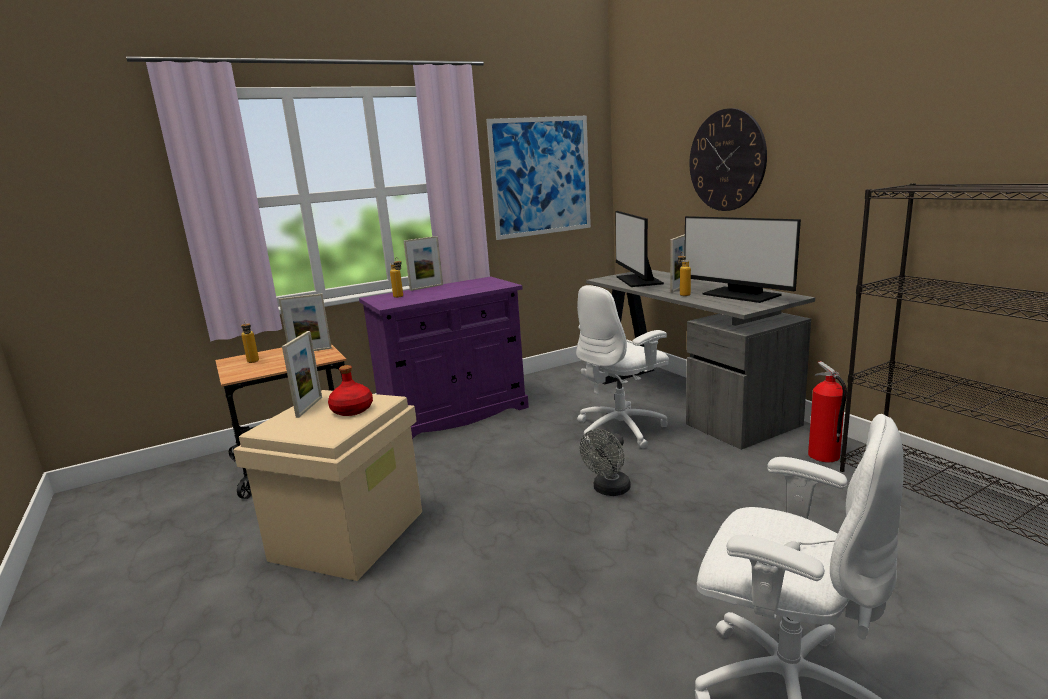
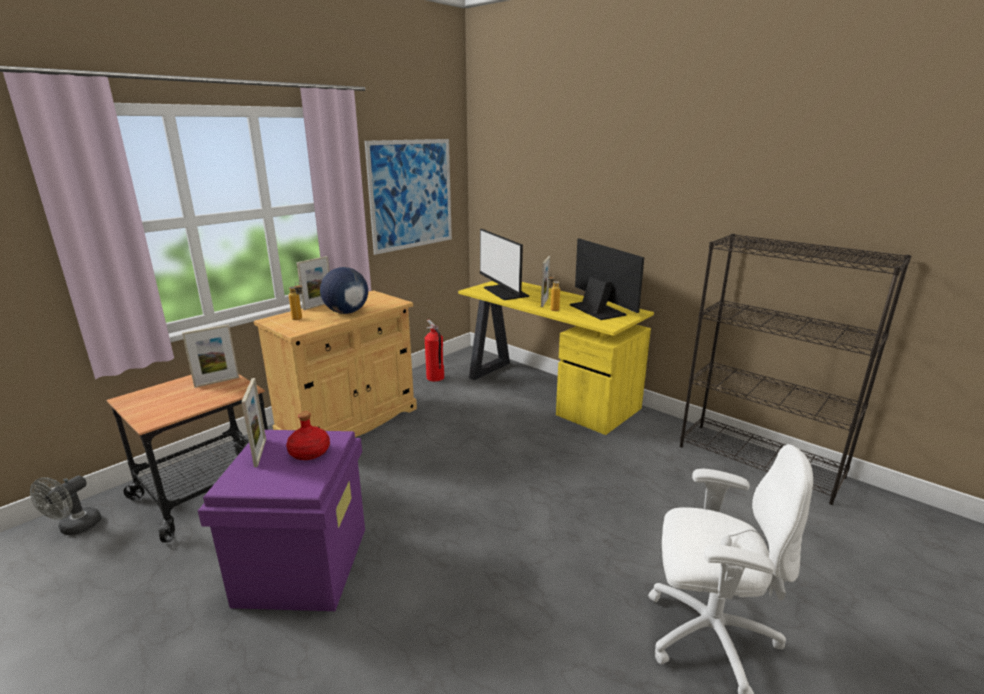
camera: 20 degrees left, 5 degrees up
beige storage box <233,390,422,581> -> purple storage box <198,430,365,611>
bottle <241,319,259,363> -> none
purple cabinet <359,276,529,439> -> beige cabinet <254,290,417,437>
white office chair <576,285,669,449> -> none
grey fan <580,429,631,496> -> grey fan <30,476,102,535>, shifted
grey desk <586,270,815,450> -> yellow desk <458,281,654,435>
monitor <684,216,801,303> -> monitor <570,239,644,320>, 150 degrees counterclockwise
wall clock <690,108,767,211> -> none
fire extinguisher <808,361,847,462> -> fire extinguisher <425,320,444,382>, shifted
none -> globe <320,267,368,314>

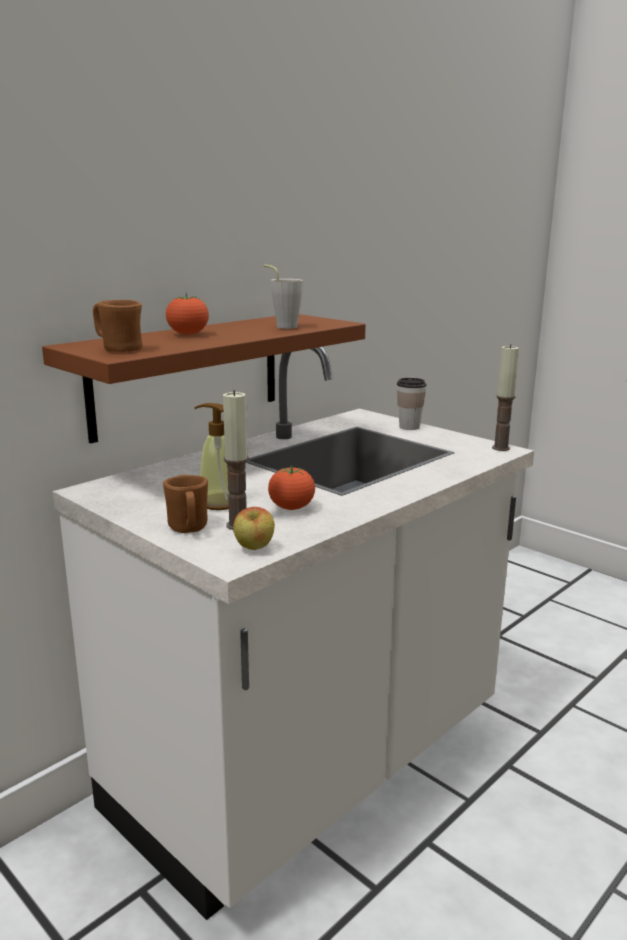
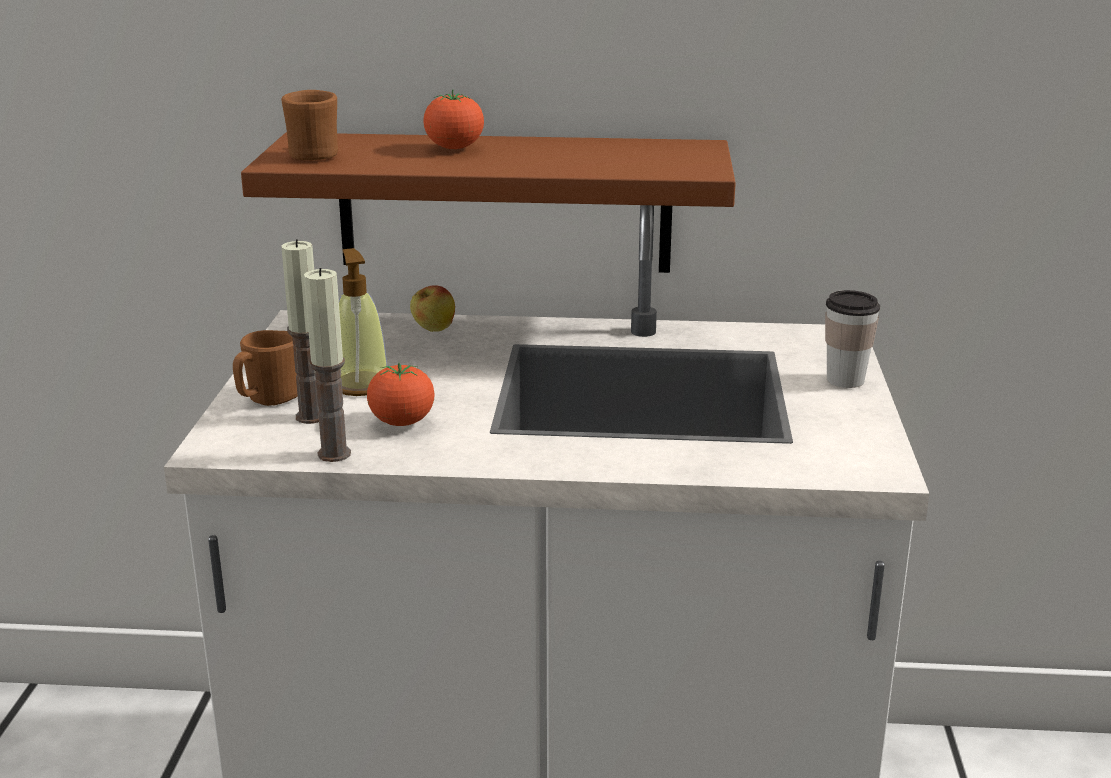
camera: 50 degrees right, 5 degrees up
apple <233,507,275,550> -> apple <410,285,455,332>, shifted
grey cup <264,265,304,329> -> none
candle <492,344,519,451> -> candle <304,268,351,462>, shifted

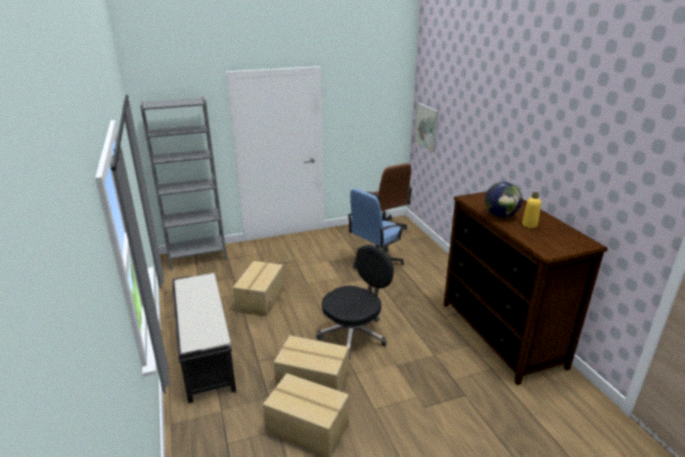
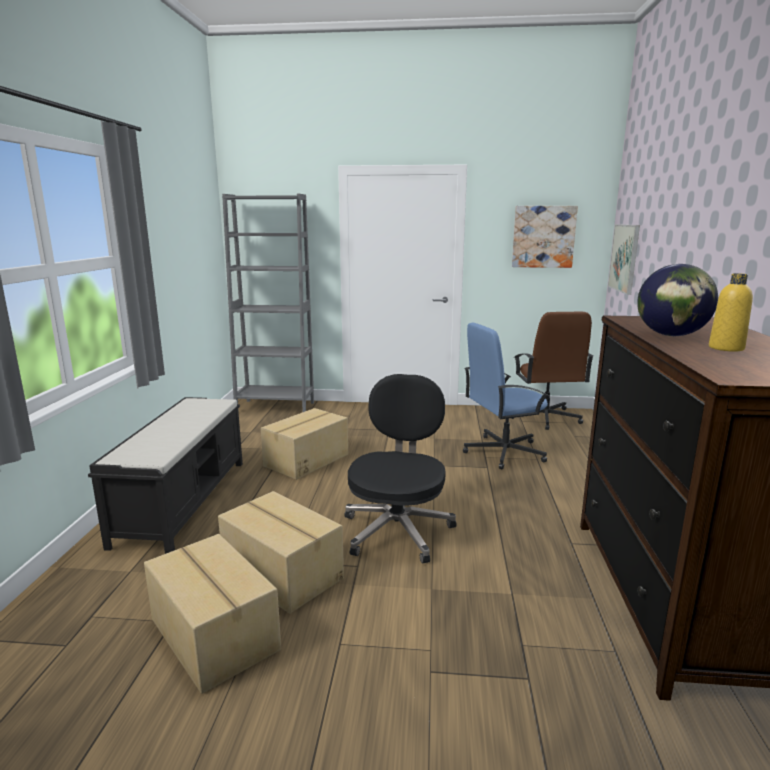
camera: 25 degrees right, 10 degrees down
black office chair <316,245,394,359> -> black office chair <345,374,457,564>, 60 degrees counterclockwise
none -> picture <512,206,578,268>

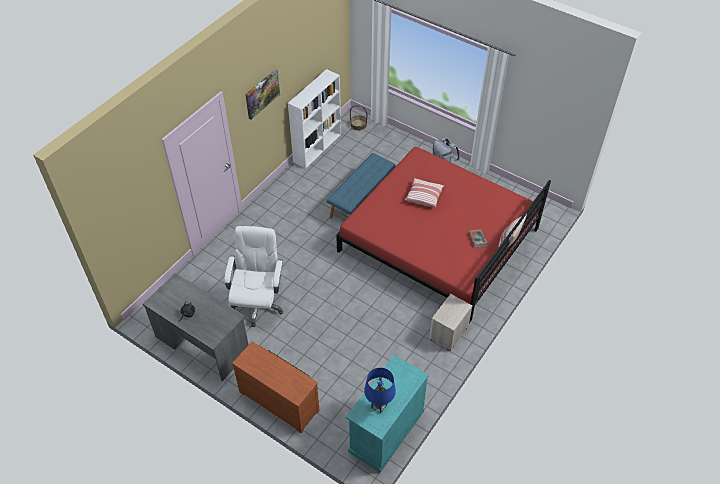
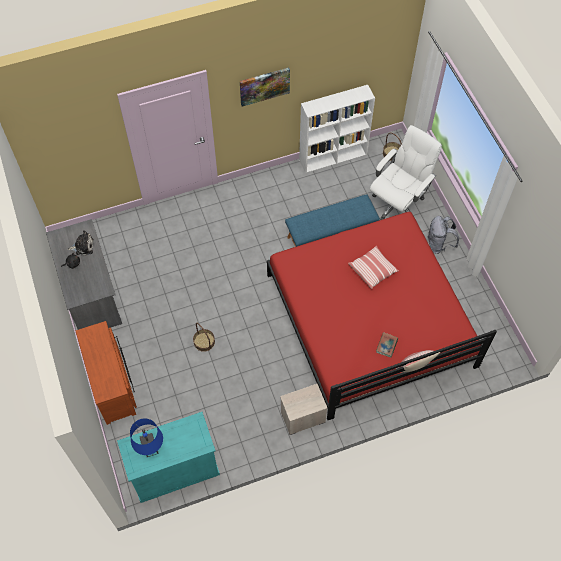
camera: 35 degrees right, 10 degrees up
white office chair <224,226,283,327> -> white office chair <370,125,442,220>, shifted
none -> plush toy <68,230,94,256>
none -> basket <193,323,215,352>

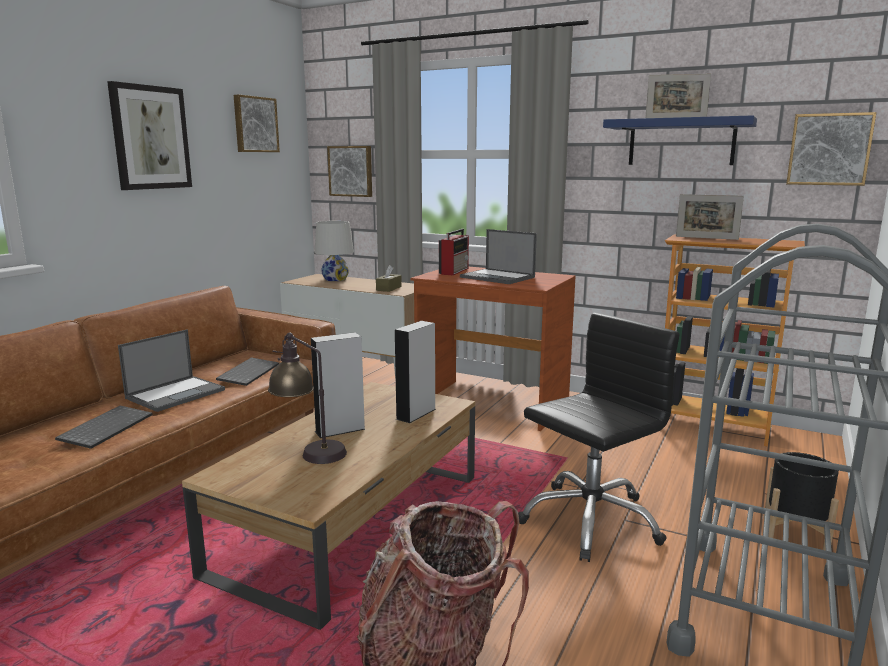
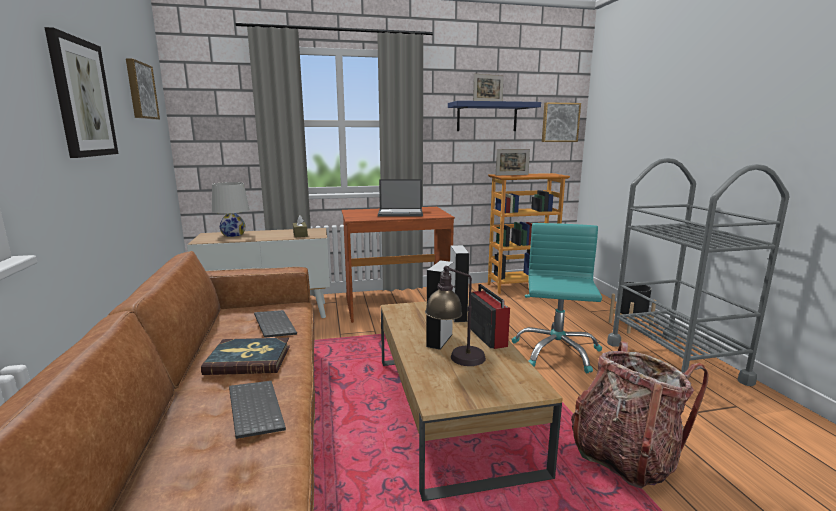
camera: 40 degrees left, 0 degrees up
laptop <118,329,225,412> -> book <201,338,290,375>
picture <327,146,372,197> -> none
radio <439,229,469,275> -> radio <470,284,510,349>, shifted
black office chair <518,312,679,562> -> turquoise office chair <512,223,602,373>

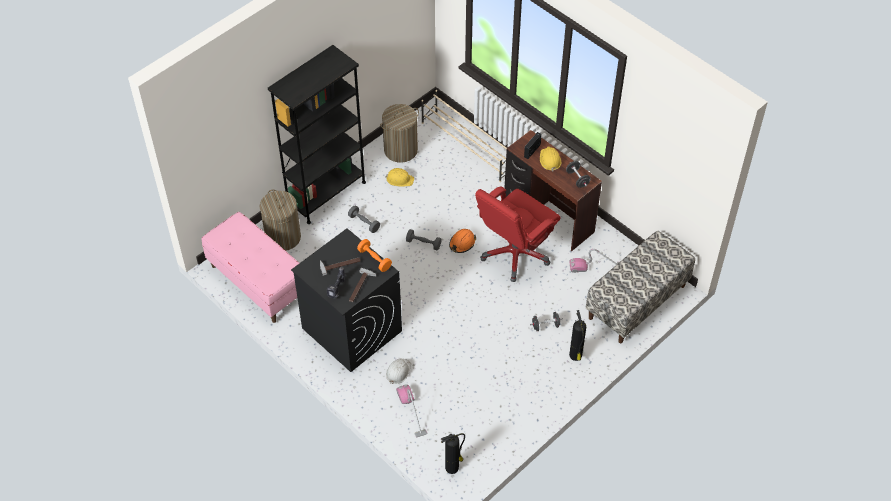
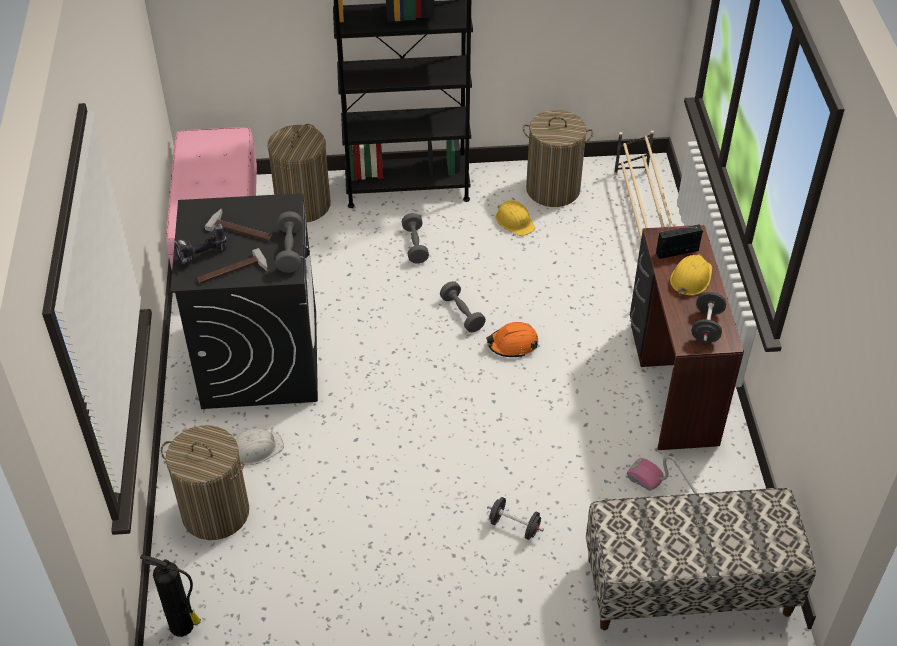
camera: 40 degrees right, 5 degrees down
orange dumbbell <357,239,392,272> -> grey dumbbell <275,211,302,273>
vacuum cleaner <396,384,427,438> -> laundry basket <161,425,249,540>
red office chair <475,186,561,282> -> none
fire extinguisher <569,310,586,361> -> none

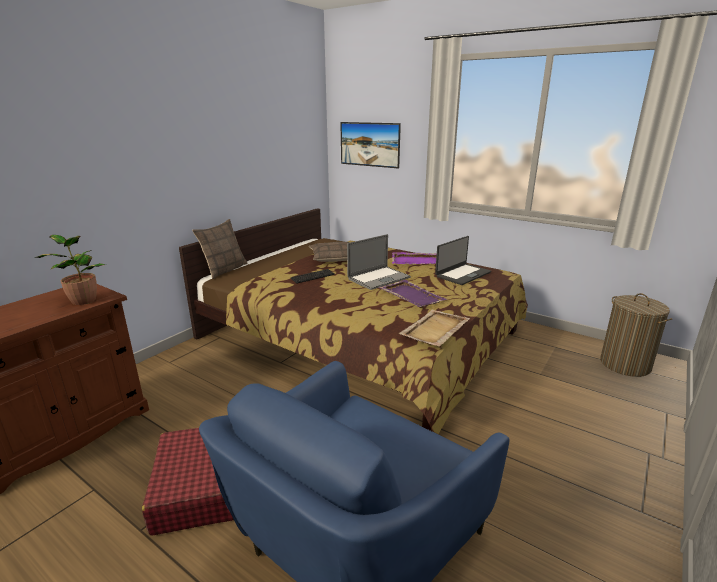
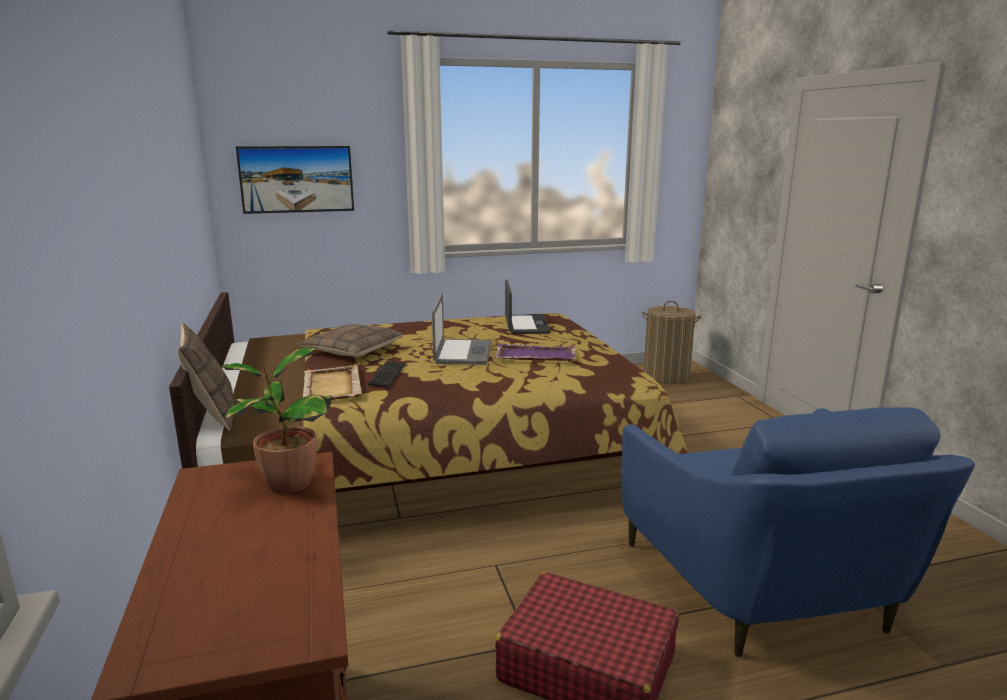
camera: 50 degrees left, 5 degrees down
purple tray <392,252,437,264> -> none
beige tray <399,310,470,346> -> beige tray <303,365,362,399>, shifted

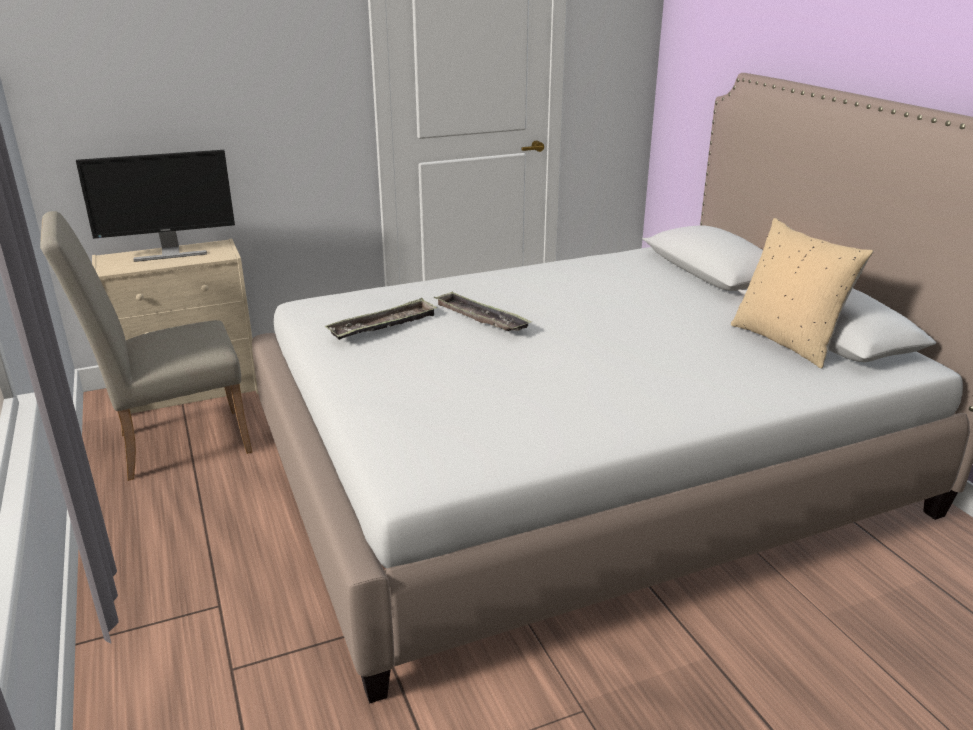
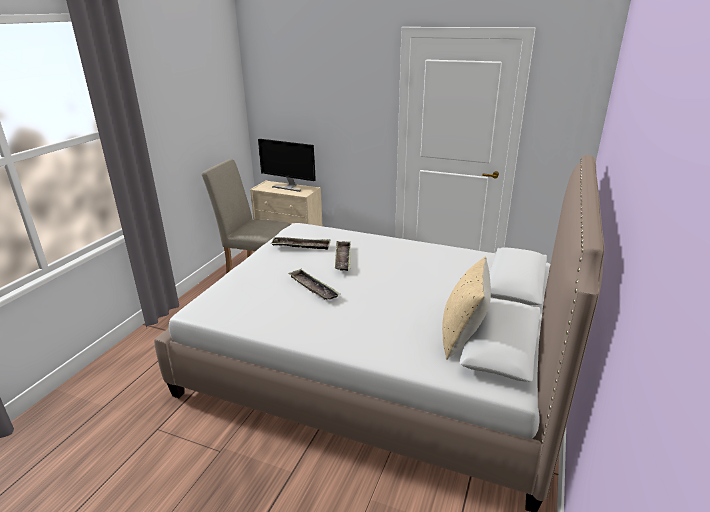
camera: 45 degrees right, 0 degrees up
none -> tray <288,269,340,300>

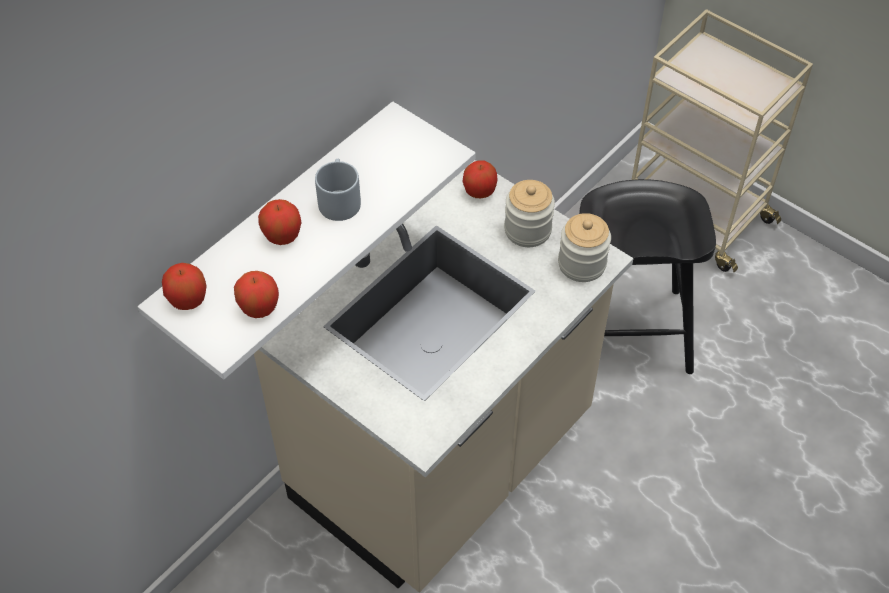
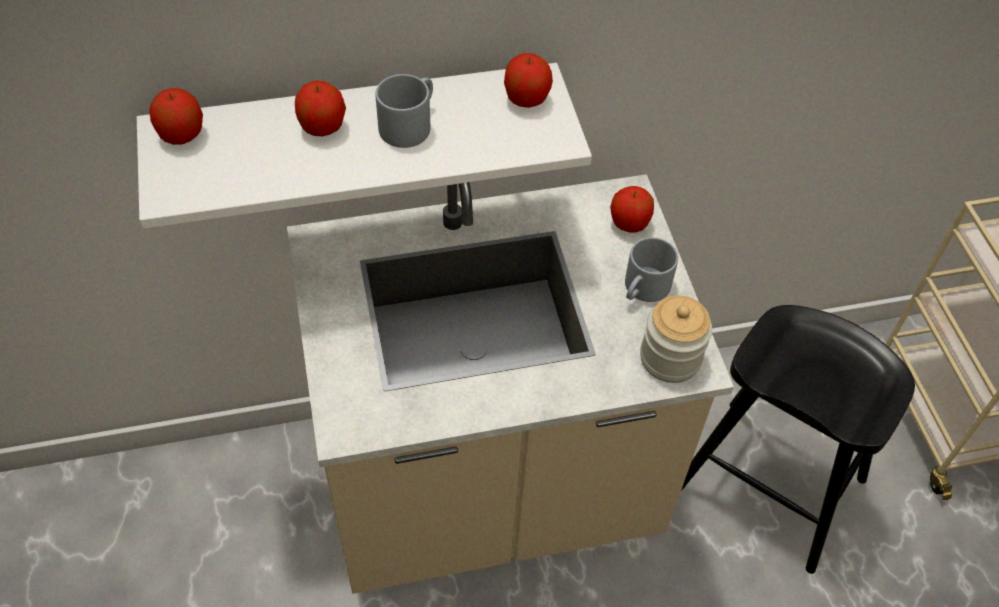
camera: 35 degrees right, 0 degrees up
apple <234,271,279,318> -> apple <504,53,553,108>, shifted
jar <504,180,555,247> -> grey mug <625,237,678,302>

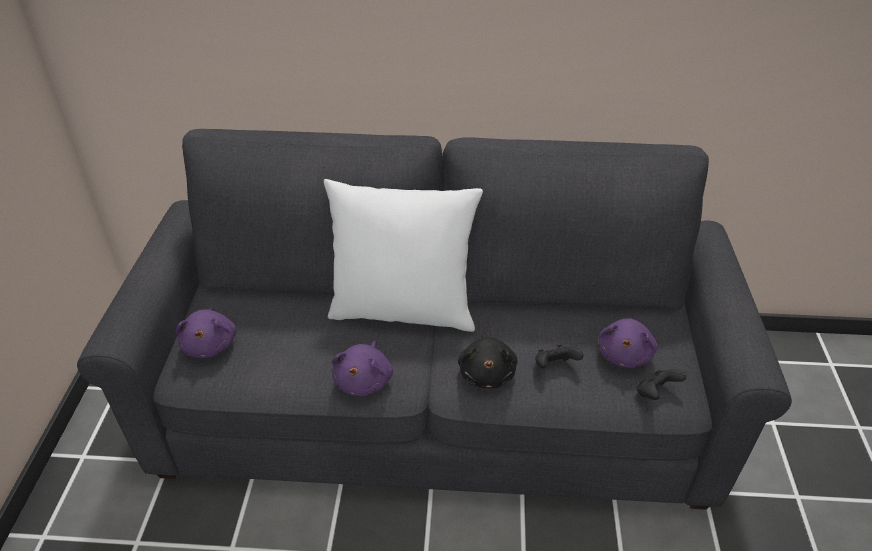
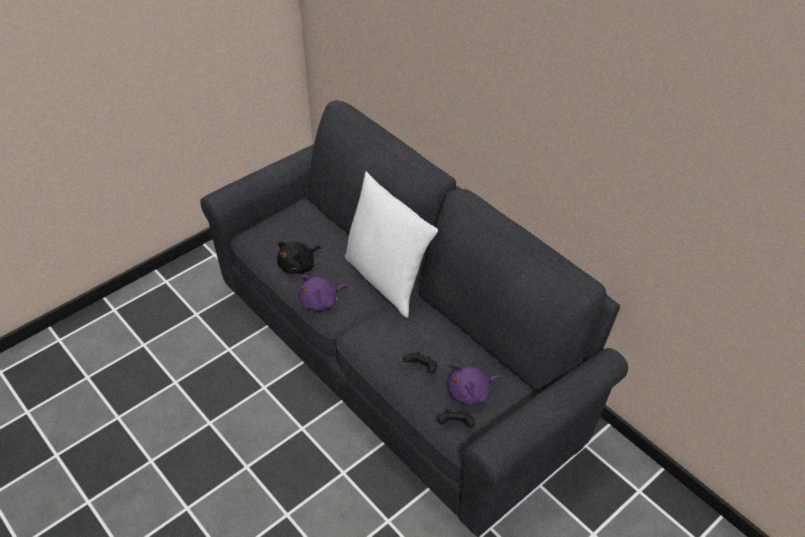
camera: 45 degrees right, 5 degrees up
purple plush toy <176,308,236,358> -> none
black plush toy <458,333,518,389> -> black plush toy <277,241,321,274>, shifted

